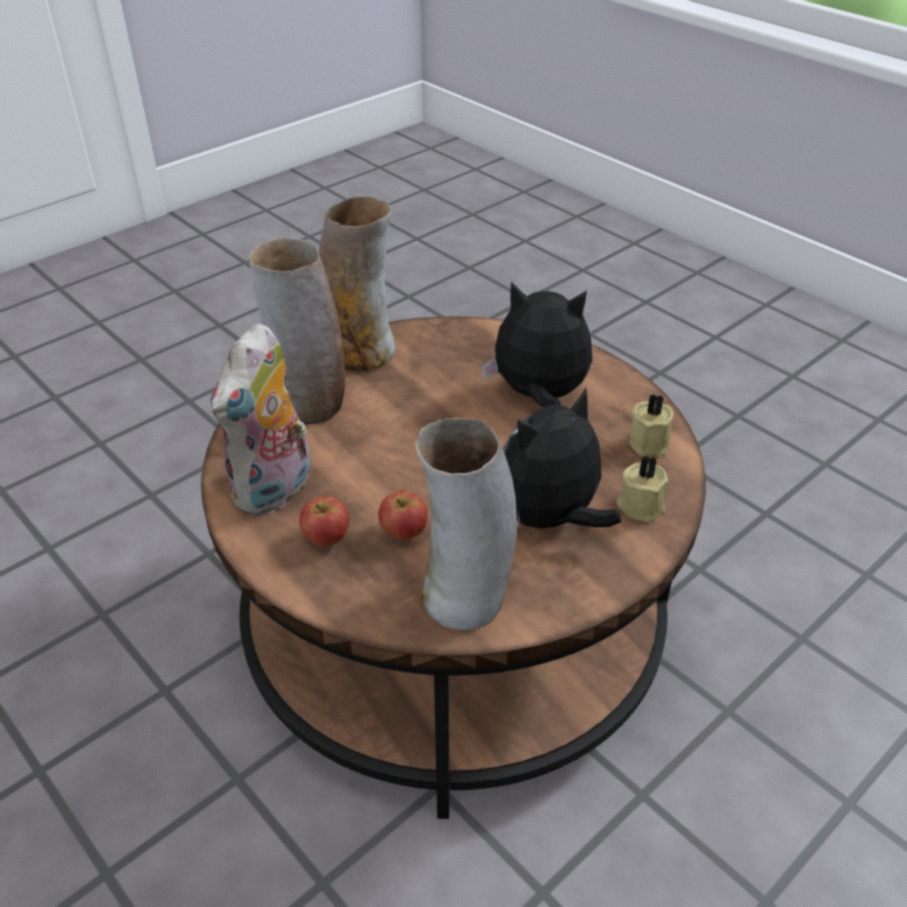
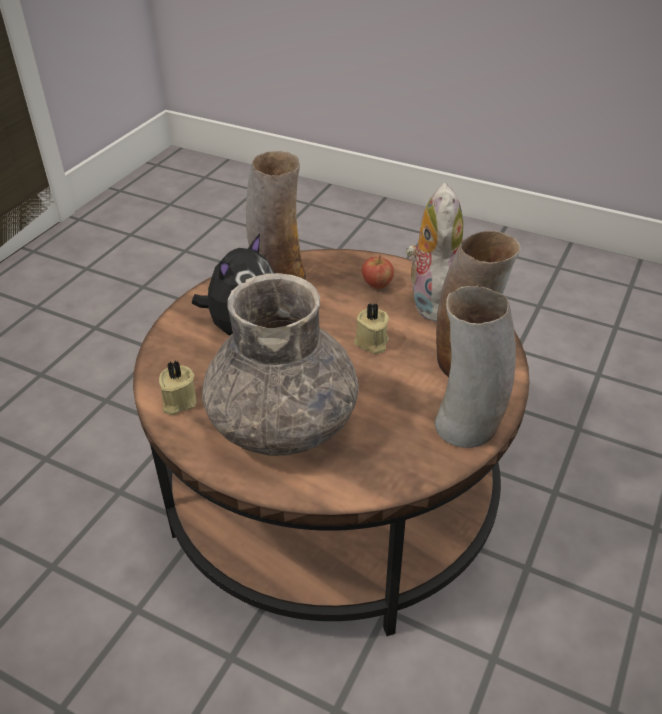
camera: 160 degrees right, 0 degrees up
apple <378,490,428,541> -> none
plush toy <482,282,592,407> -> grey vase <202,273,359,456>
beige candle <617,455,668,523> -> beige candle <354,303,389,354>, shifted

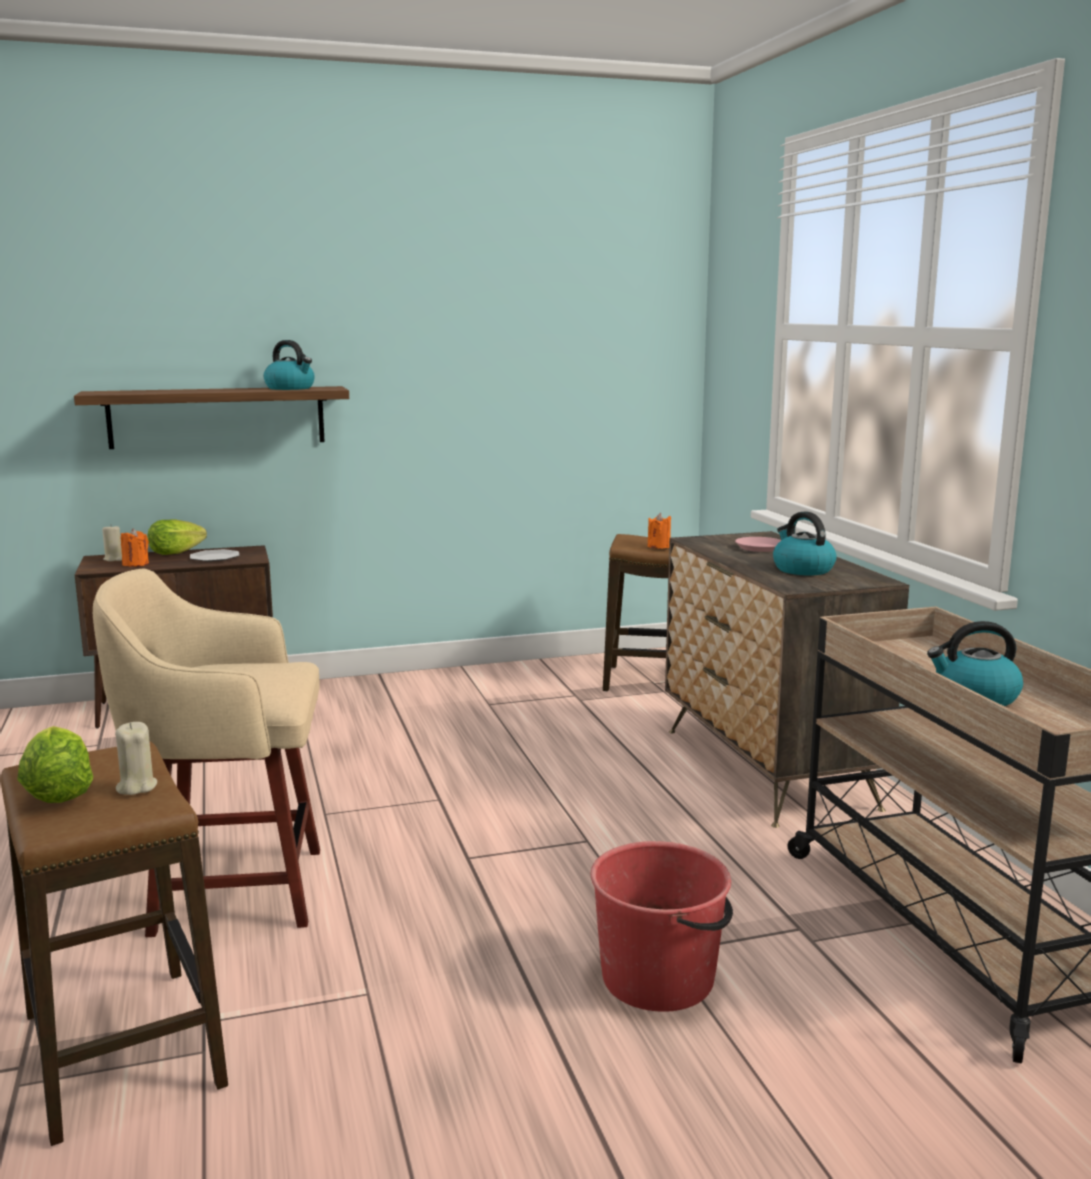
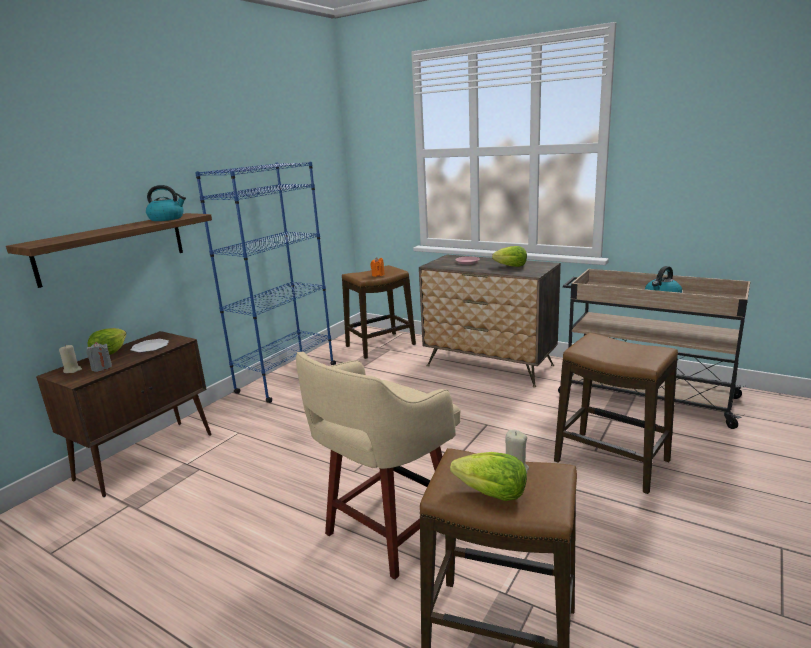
camera: 40 degrees left, 5 degrees up
orange candle <121,528,149,567> -> grey candle <86,342,112,372>
red bucket <590,841,733,1012> -> stool <554,333,678,494>
kettle <773,511,836,576> -> lettuce <492,246,527,267>
none -> blue bookcase <195,162,336,403>

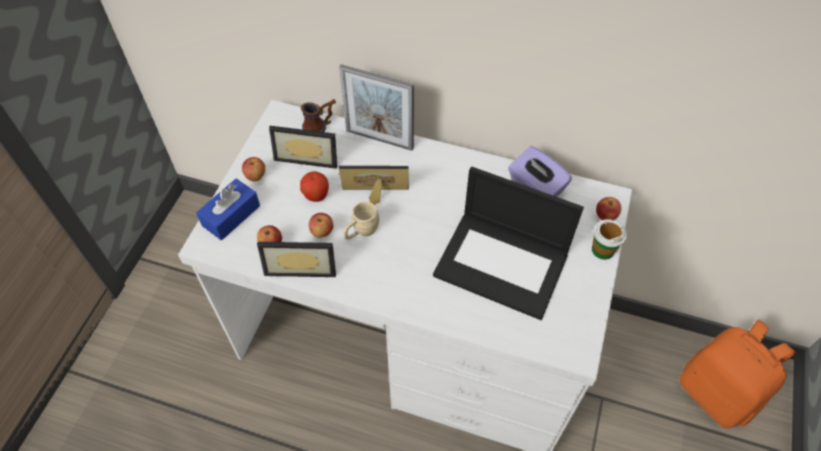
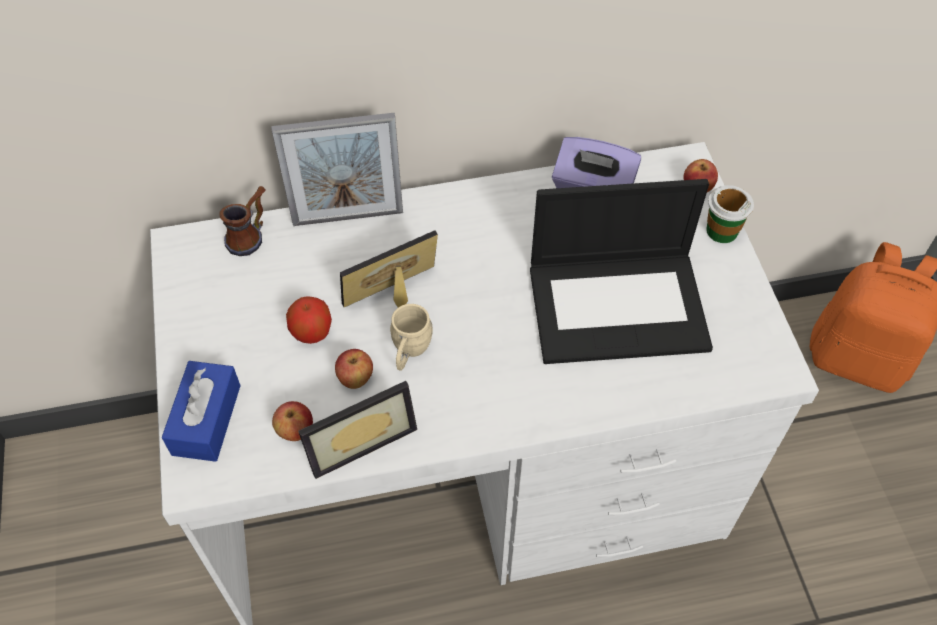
camera: 30 degrees left, 0 degrees up
apple <242,157,265,182> -> none
picture frame <269,126,337,169> -> none

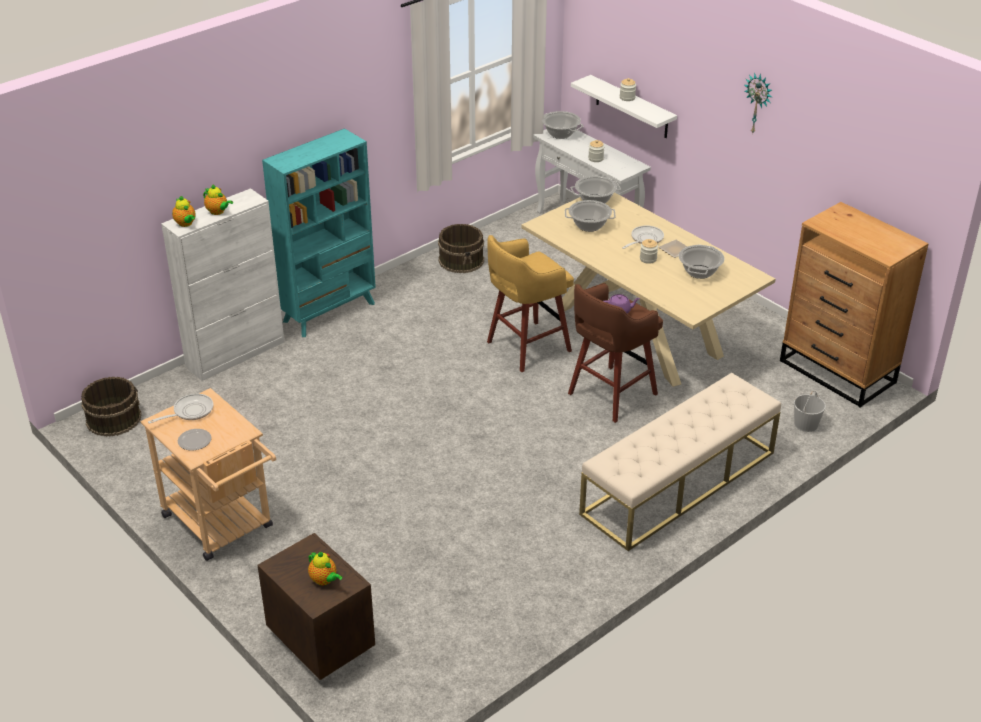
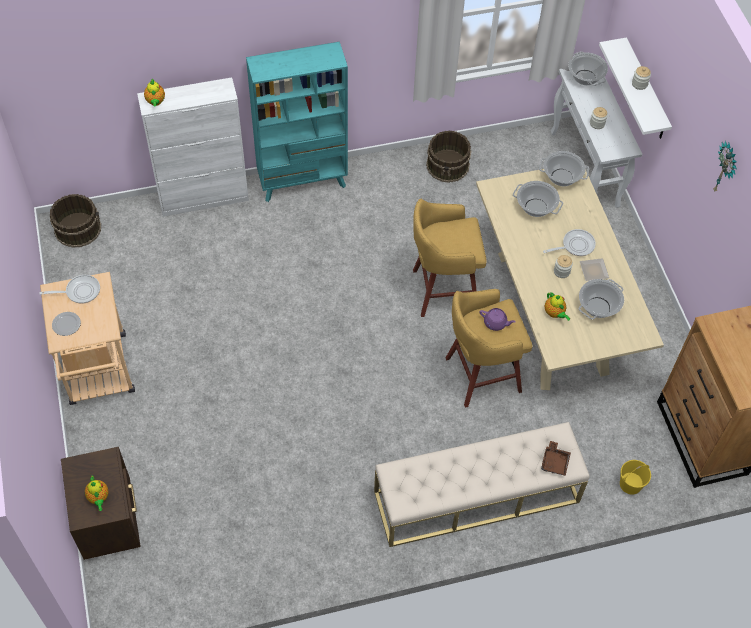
camera: 25 degrees right, 20 degrees up
teapot <203,184,233,215> -> teapot <545,292,570,321>, shifted
brown stool <568,283,663,423> -> yellow stool <446,289,533,408>
white bucket <794,391,826,432> -> yellow bucket <620,460,651,495>
none -> brown tray <541,441,571,476>

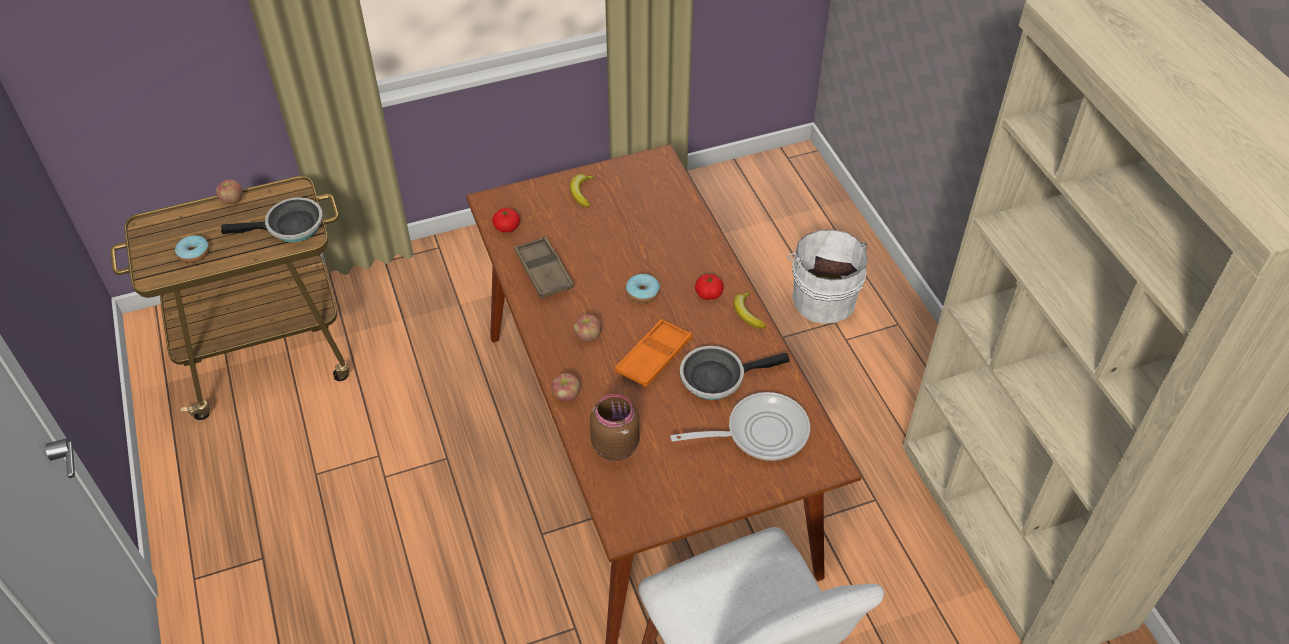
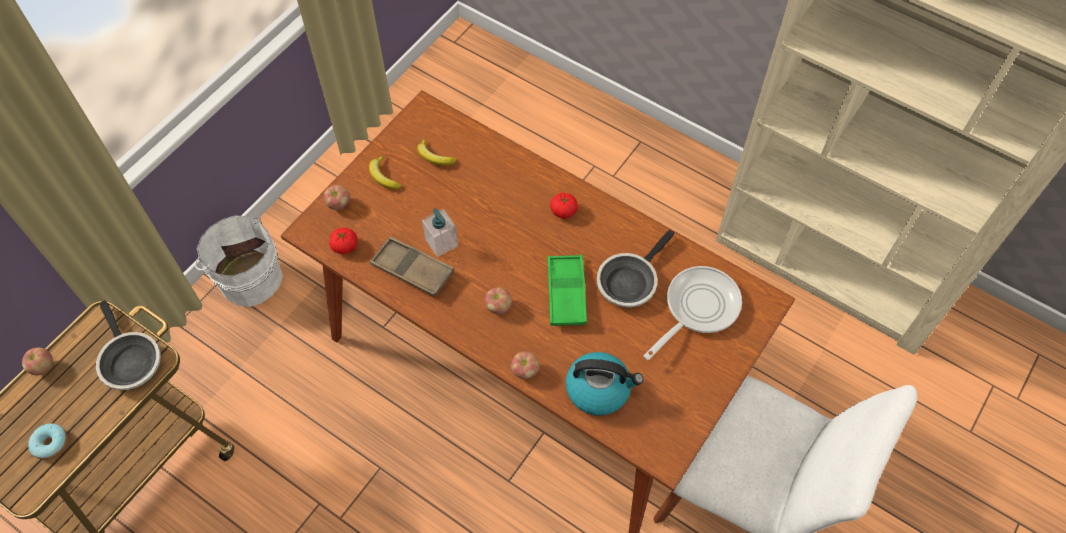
camera: 35 degrees left, 10 degrees up
frying pan <221,197,323,242> -> frying pan <96,300,161,390>, 105 degrees clockwise
brown jar <590,394,639,461> -> kettle <566,352,643,416>
orange tray <615,319,692,387> -> green tray <548,255,587,326>
donut <626,274,660,303> -> none
banana <733,292,766,328> -> banana <417,139,457,166>, shifted
white bucket <788,230,868,324> -> white bucket <195,215,283,307>, shifted
none -> apple <324,185,350,210>
none -> soap dispenser <422,208,458,257>

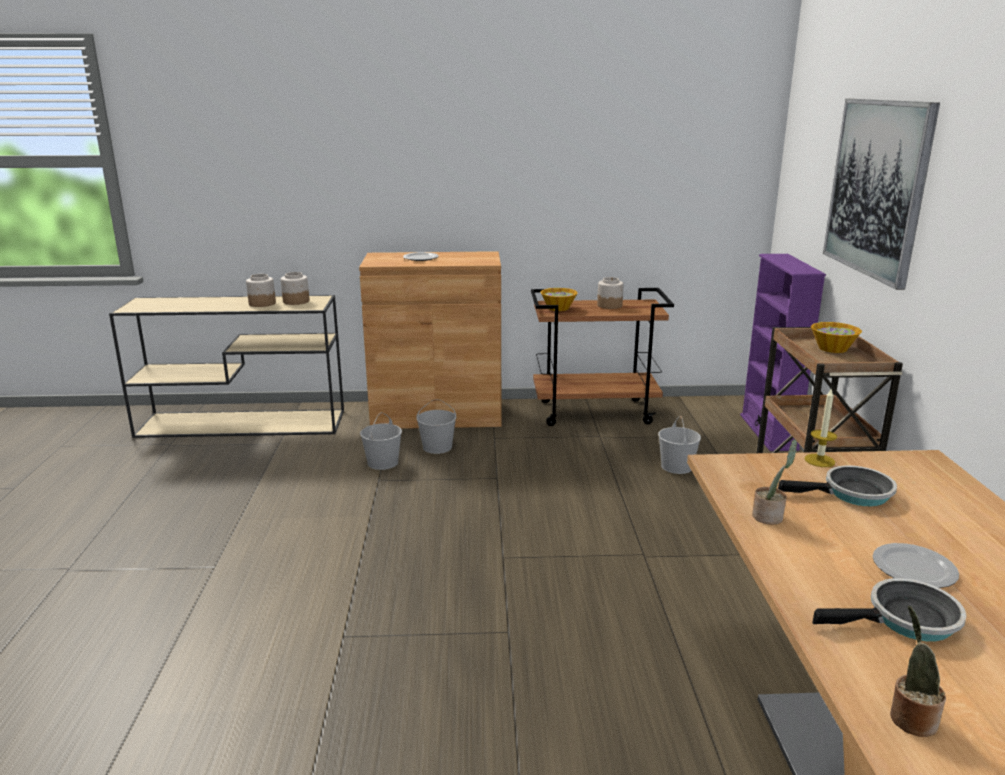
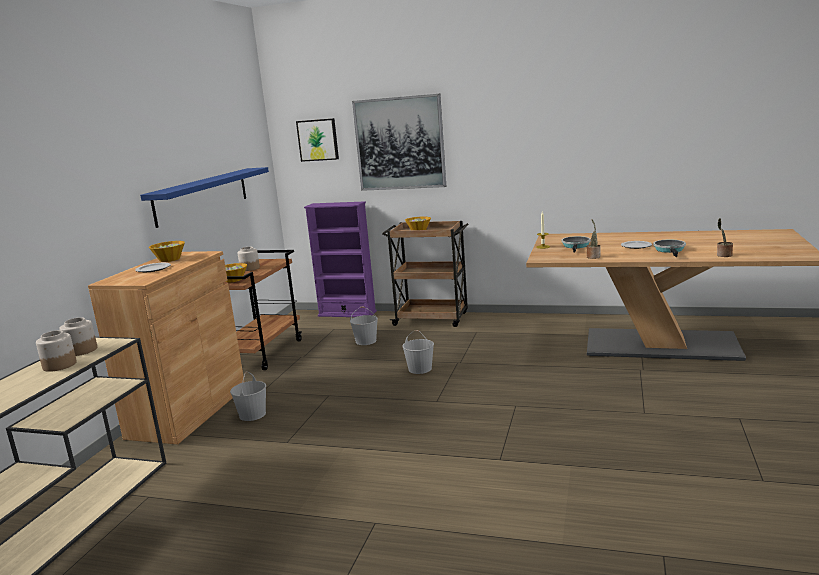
camera: 70 degrees left, 5 degrees down
white bucket <360,412,402,470> -> white bucket <402,330,434,374>, shifted
none -> blue shelf <140,167,269,228>
none -> bowl <149,241,185,262>
none -> picture <296,118,339,162>

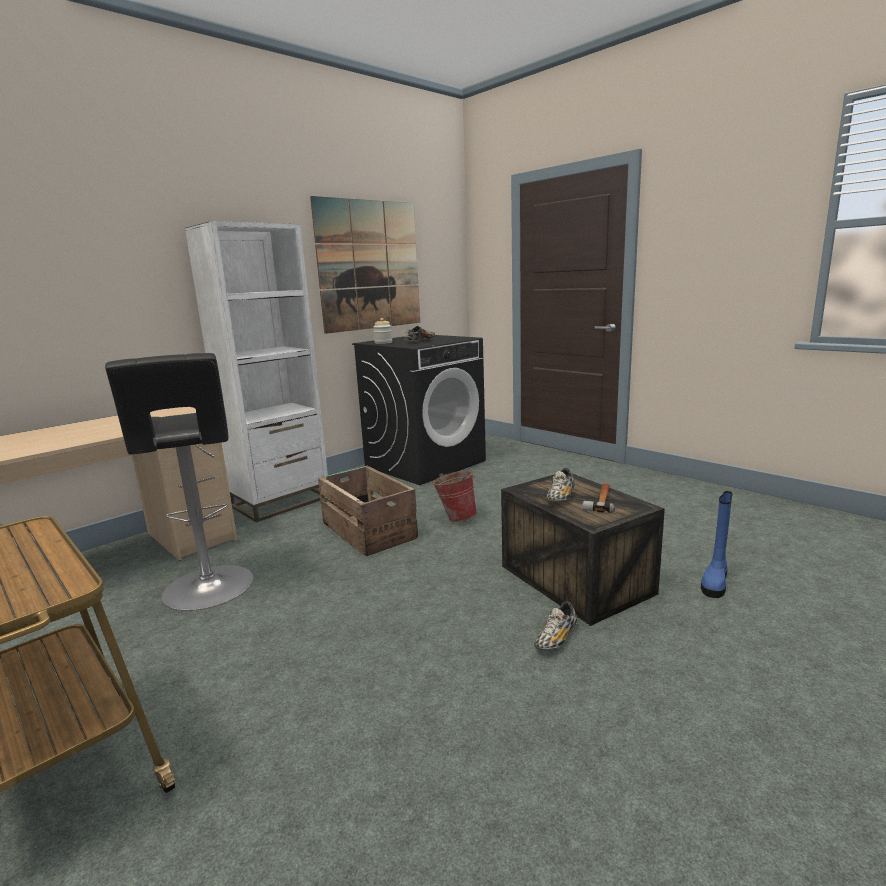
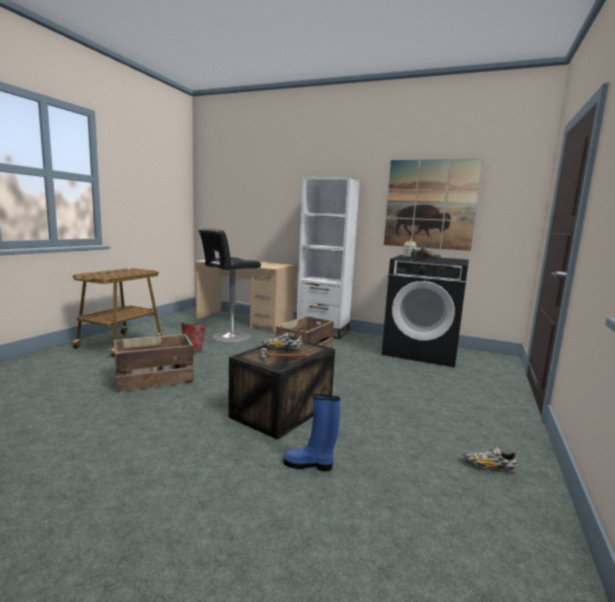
camera: 65 degrees right, 5 degrees down
bucket <432,471,477,522> -> bucket <181,322,209,350>, shifted
shoe <534,601,577,650> -> shoe <463,447,519,472>, shifted
none -> crate <114,334,194,392>

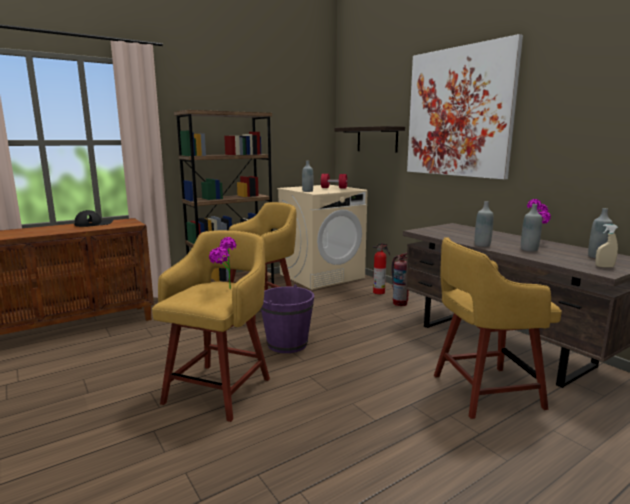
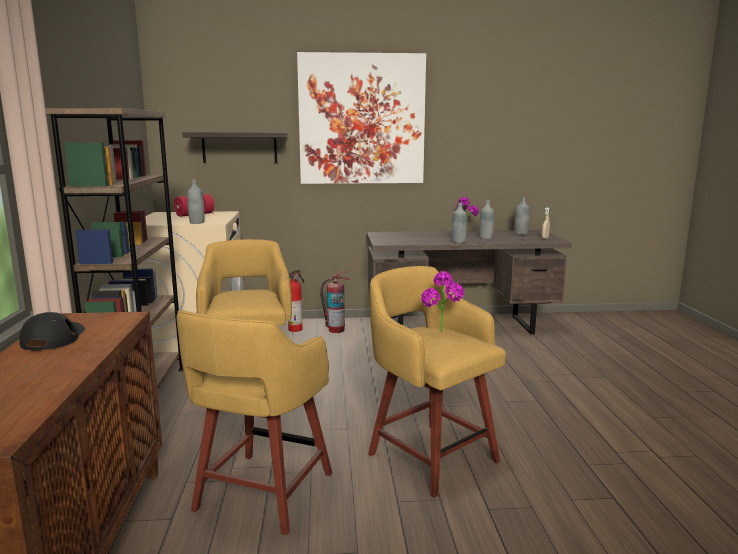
camera: 60 degrees left, 0 degrees up
purple bucket <261,285,314,353> -> none
yellow stool <434,237,562,419> -> yellow stool <176,310,332,535>, shifted

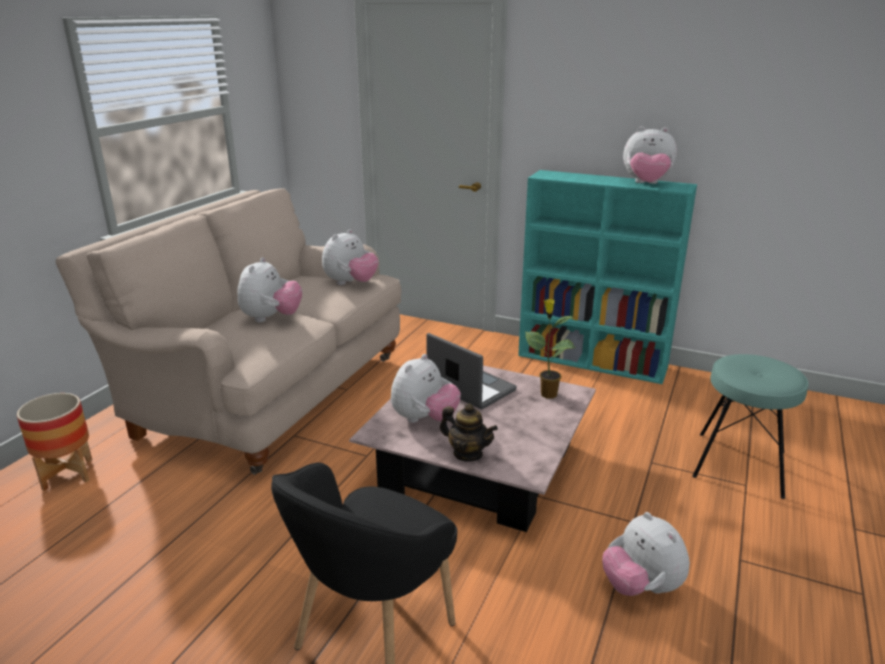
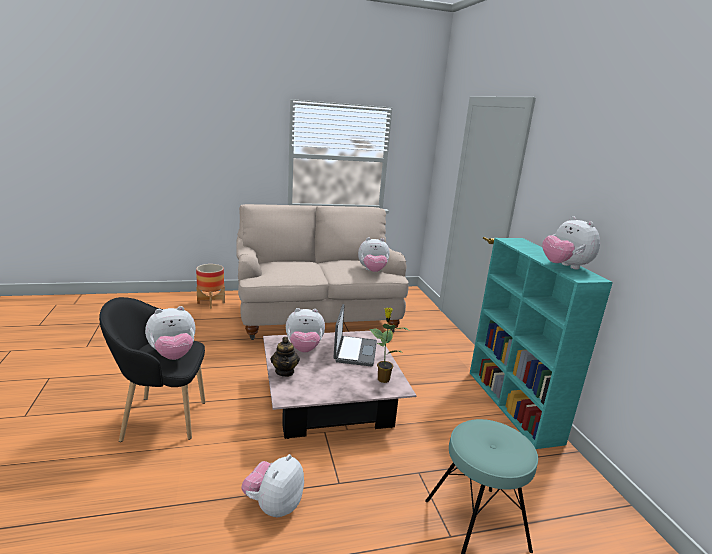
camera: 50 degrees right, 5 degrees down
plush toy <237,257,302,323> -> plush toy <145,306,195,360>, shifted

